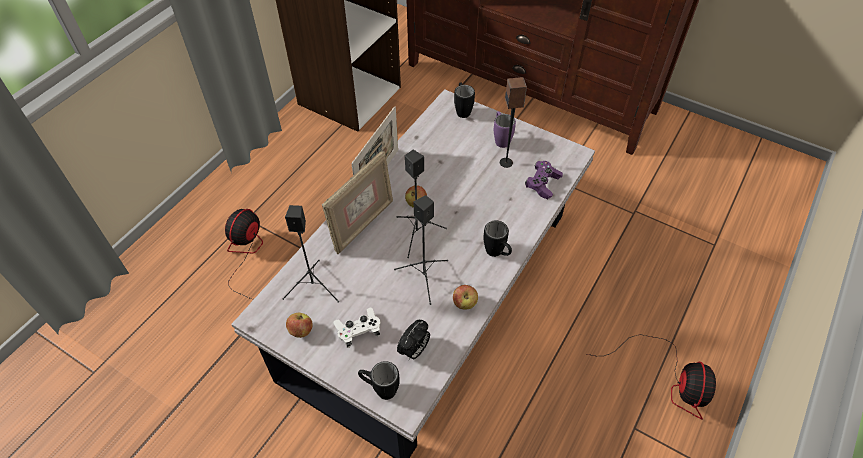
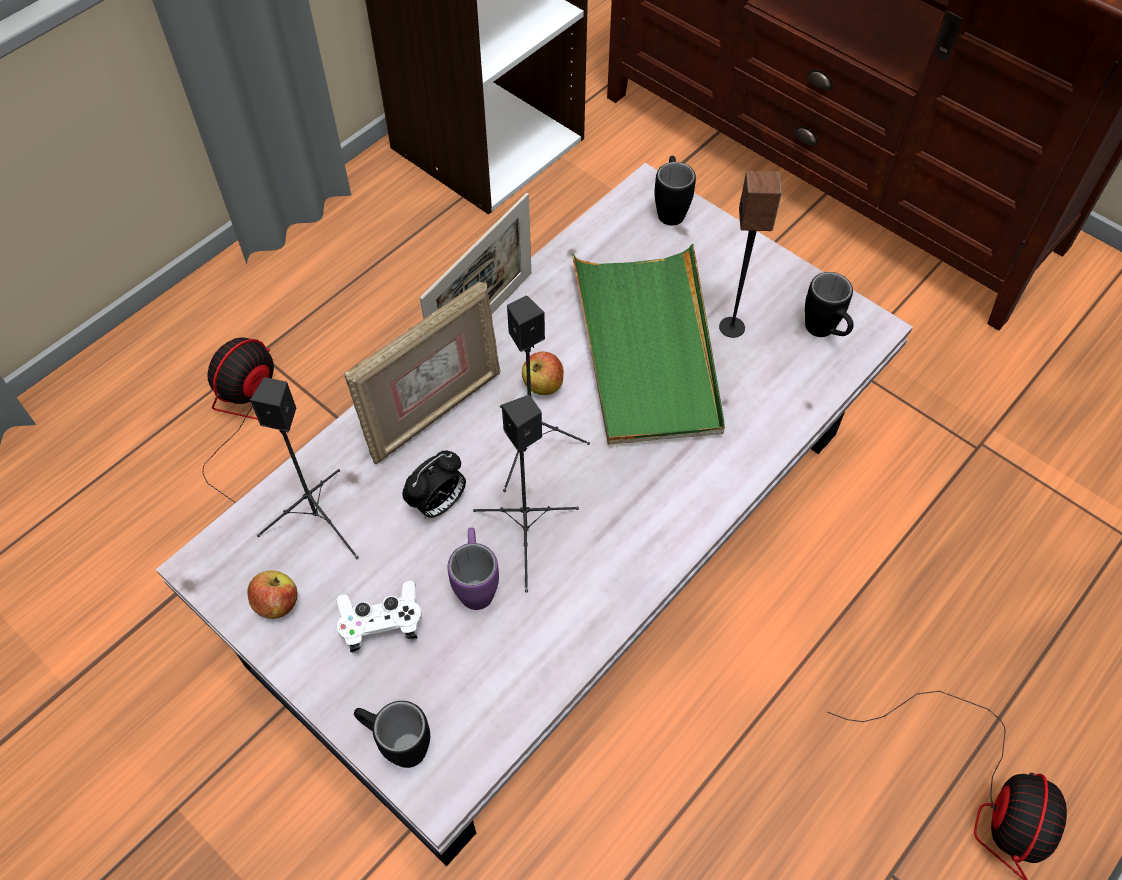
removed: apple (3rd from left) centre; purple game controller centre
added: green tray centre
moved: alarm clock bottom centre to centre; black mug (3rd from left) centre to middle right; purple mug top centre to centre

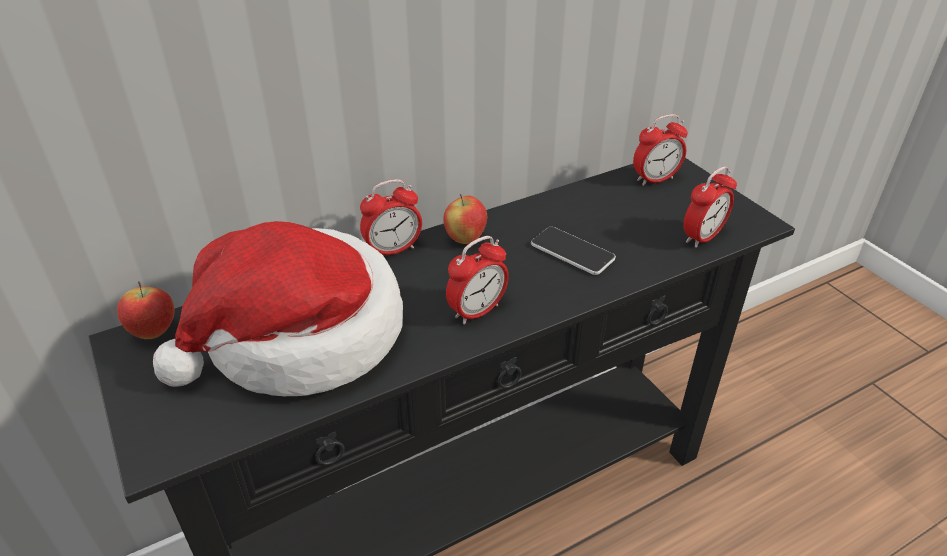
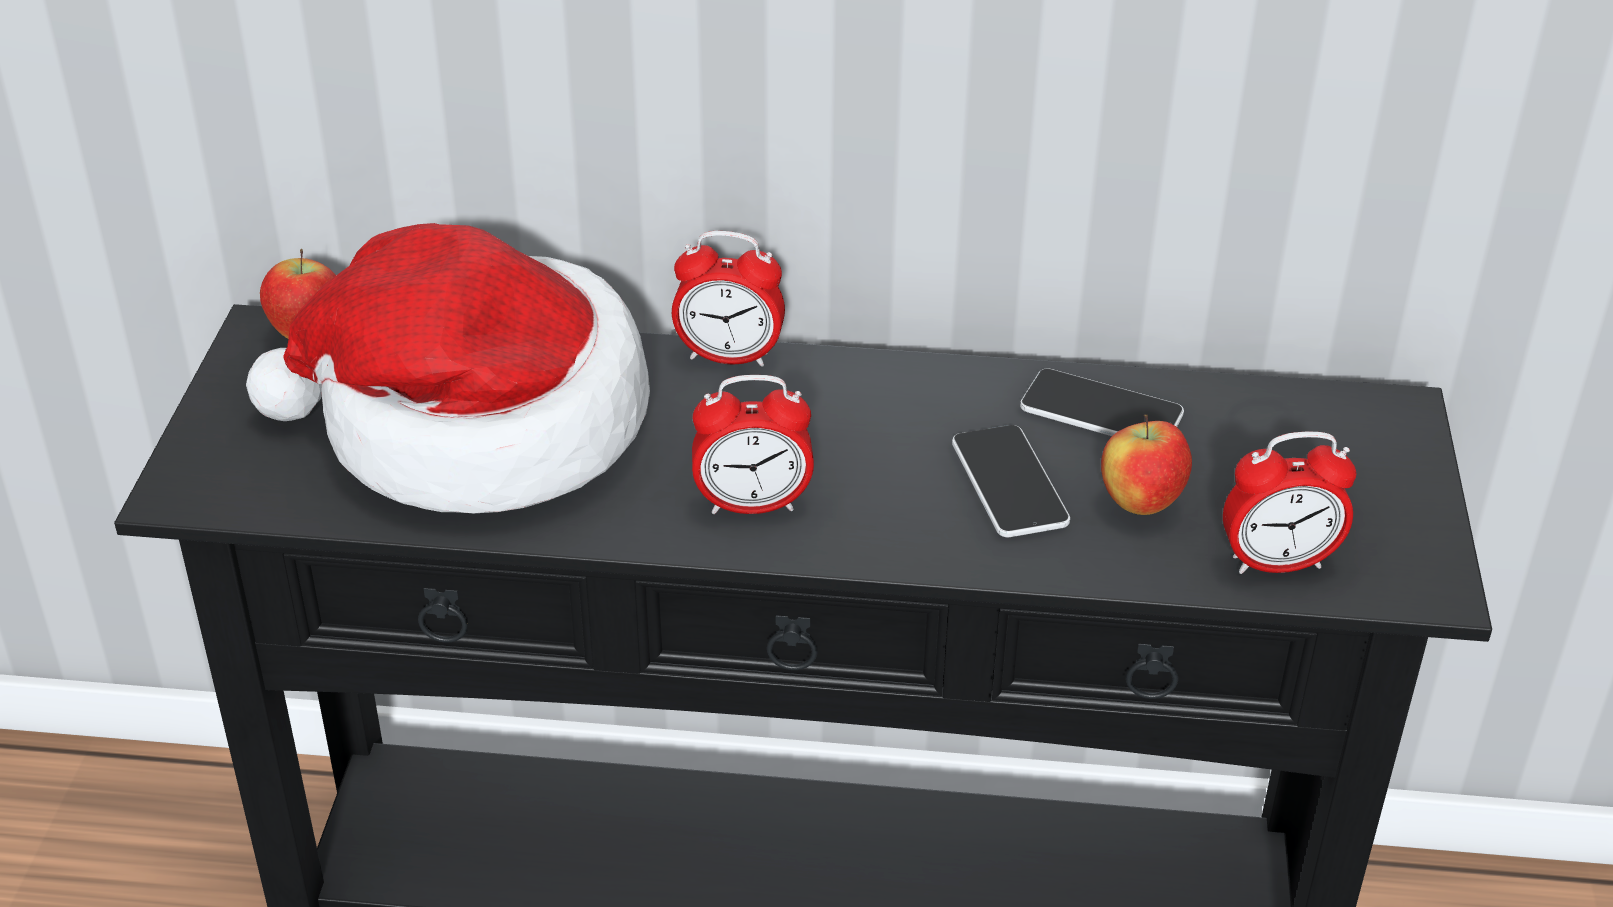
removed: alarm clock (3rd from left) top right
added: phone (2nd from left) middle right
moved: apple (2nd from left) centre to middle right

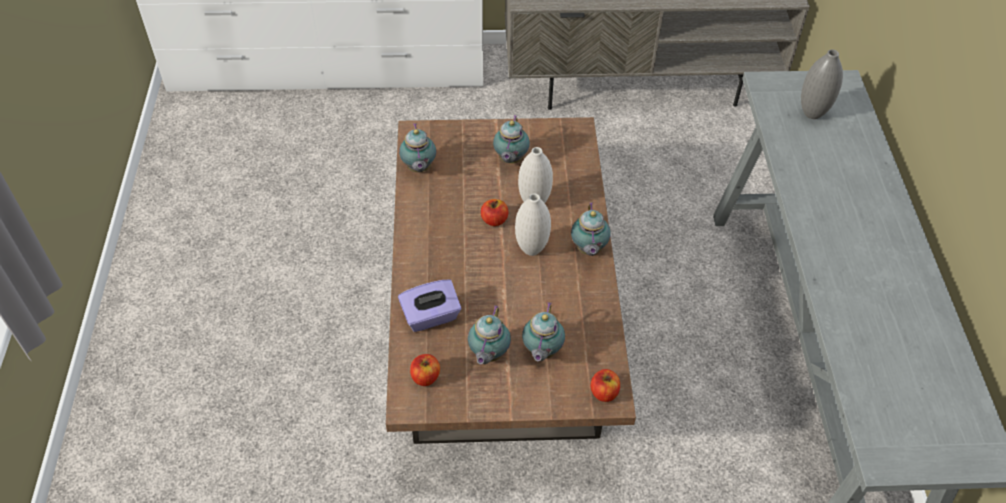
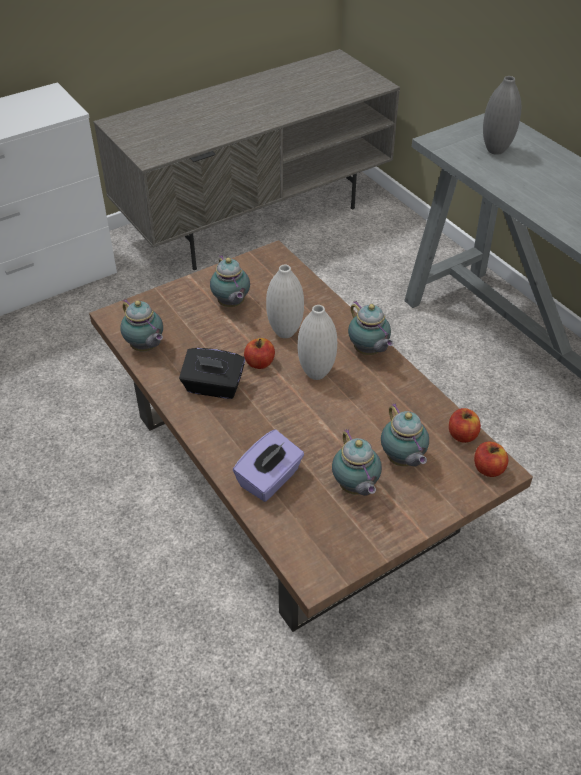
added: black tissue box centre
moved: apple (1st from left in the first image) bottom centre to apple (2nd from left) middle right

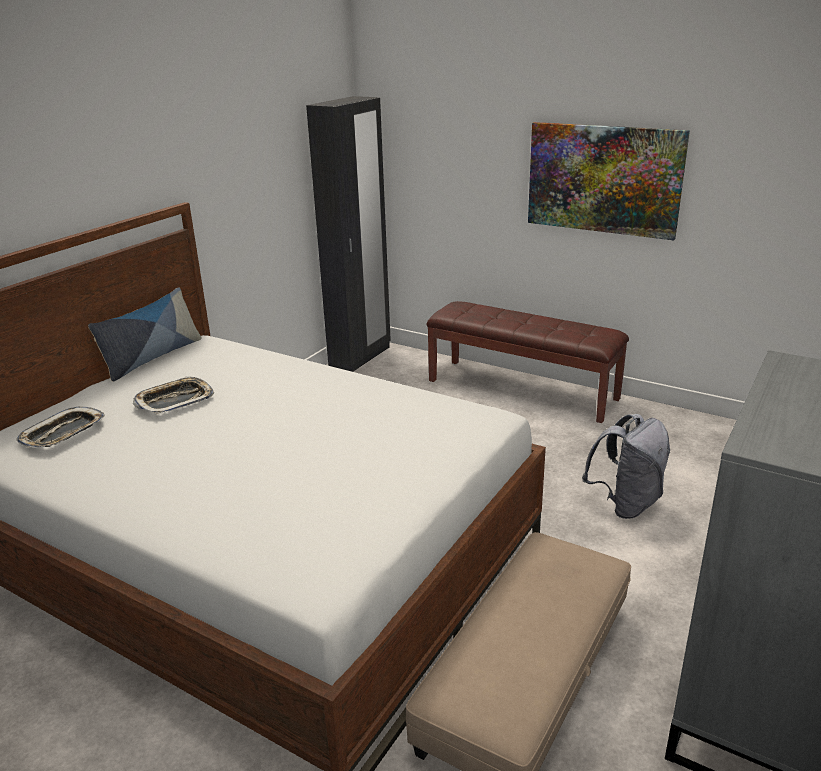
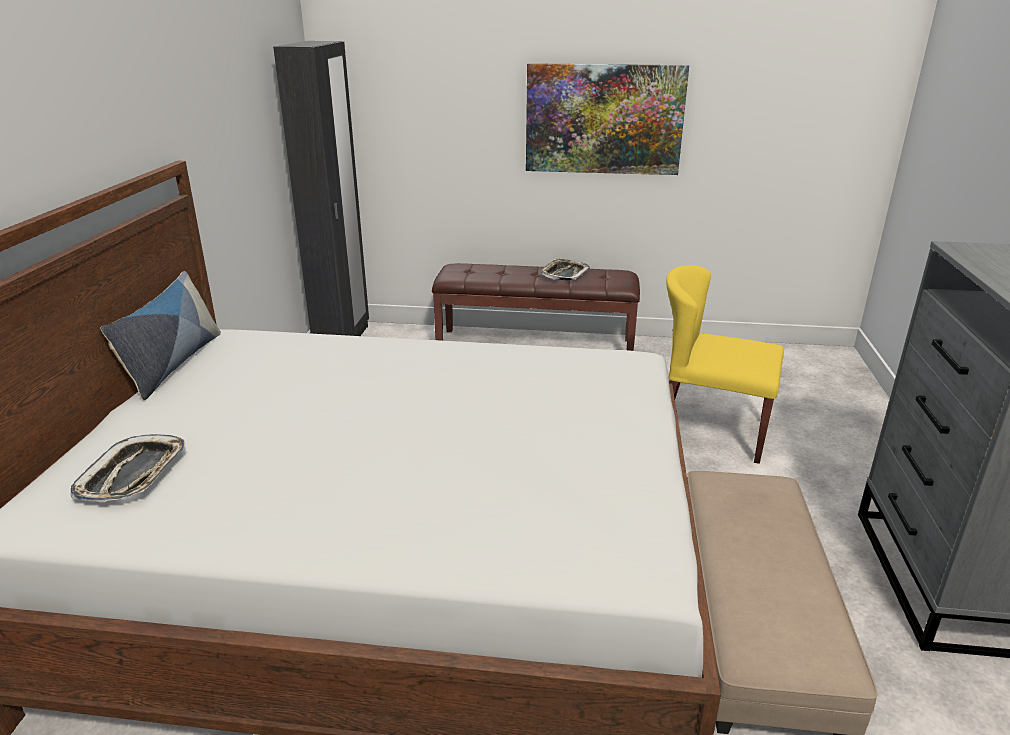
moved: tray (2nd from left) middle left to centre
replaced: grey backpack middle right to yellow chair middle right

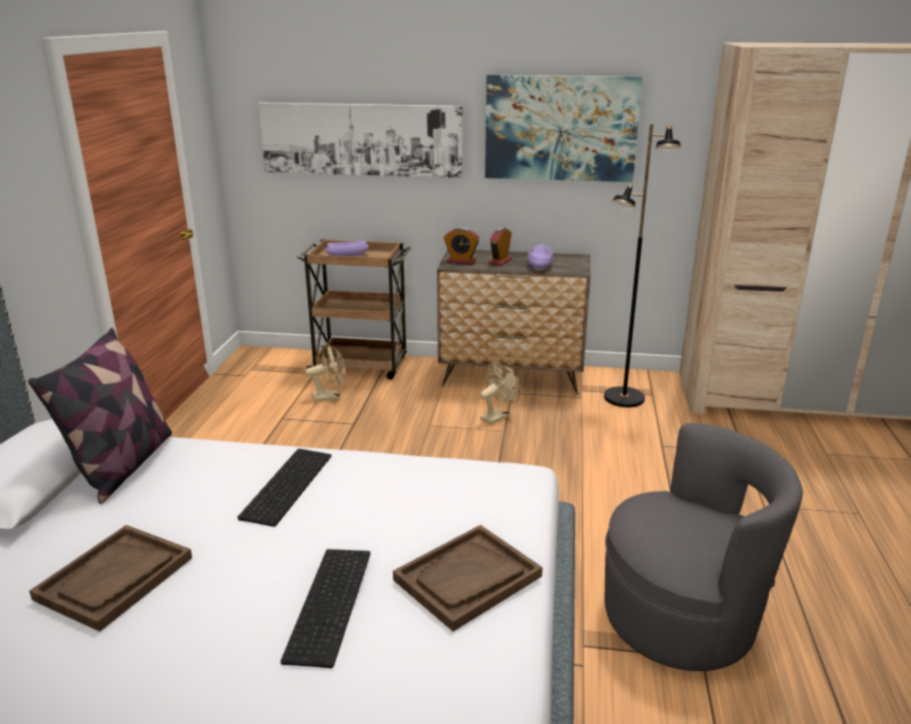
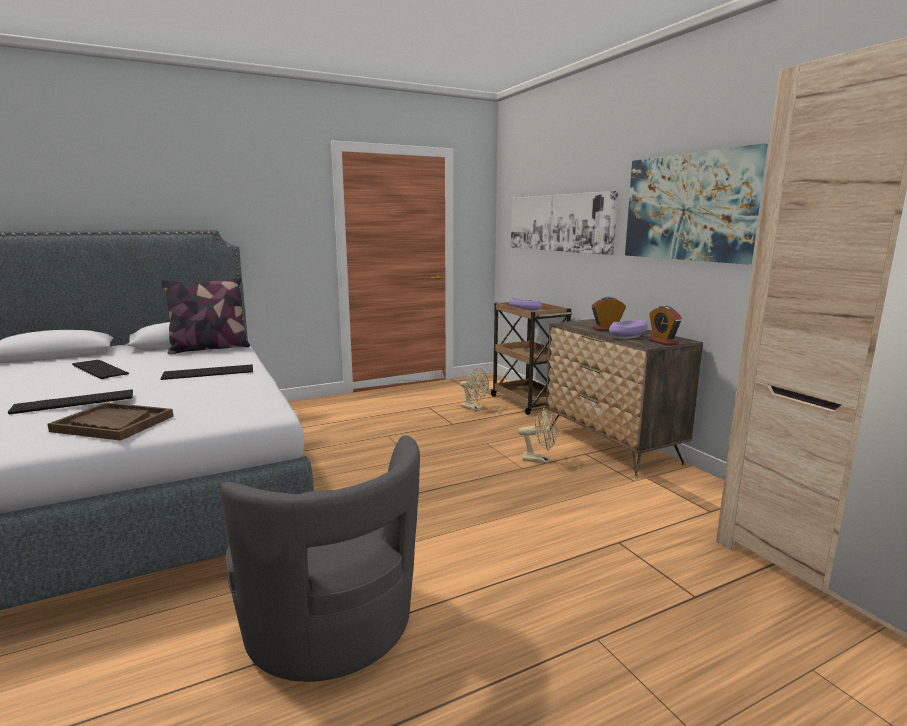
removed: black floor lamp middle right
moved: alarm clock (1st from left in the first image) centre to alarm clock (2nd from left) middle right
replaced: brown tray (1st from left) bottom left to keyboard (2nd from left) middle left

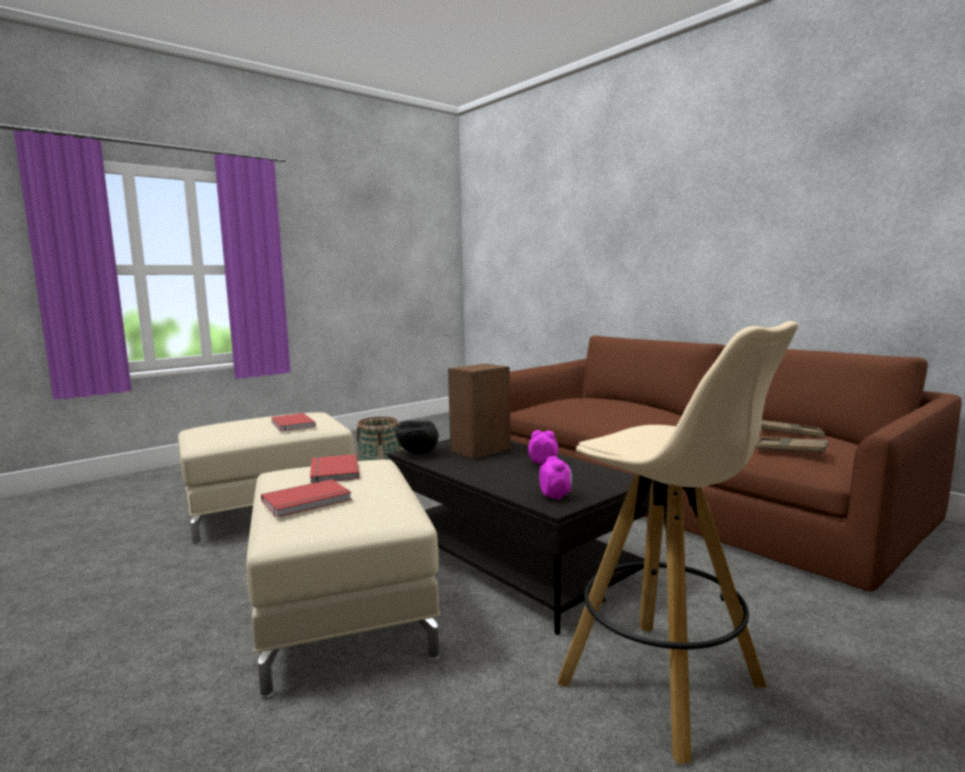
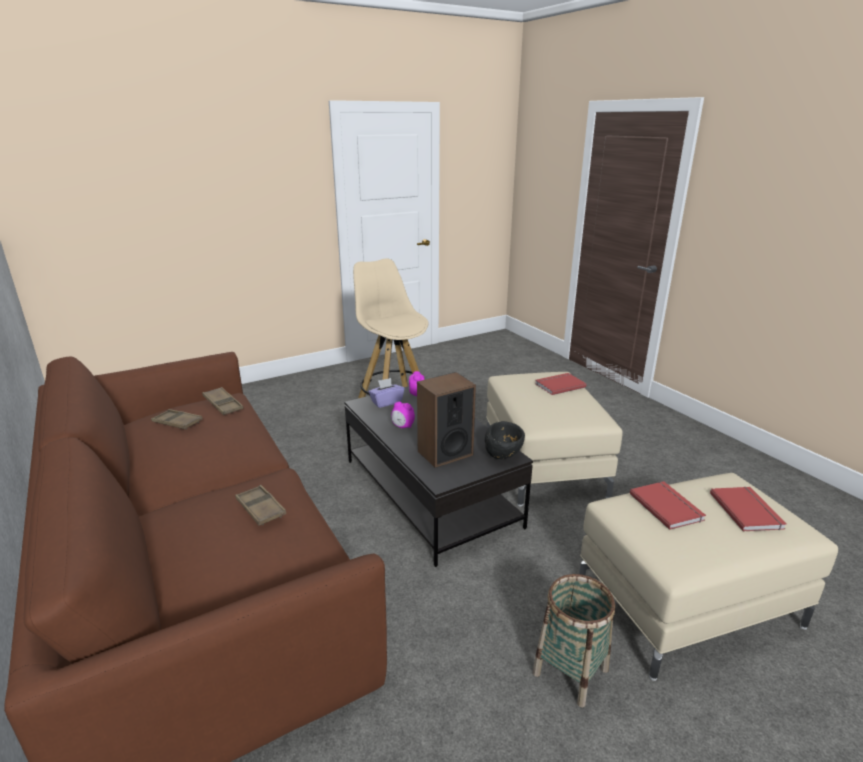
added: brown tray (3rd from left) middle left; purple tissue box centre
moved: red book (3rd from left) centre to bottom right

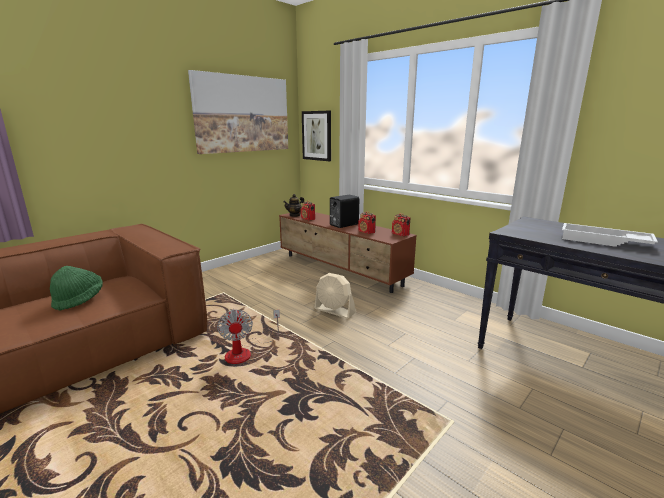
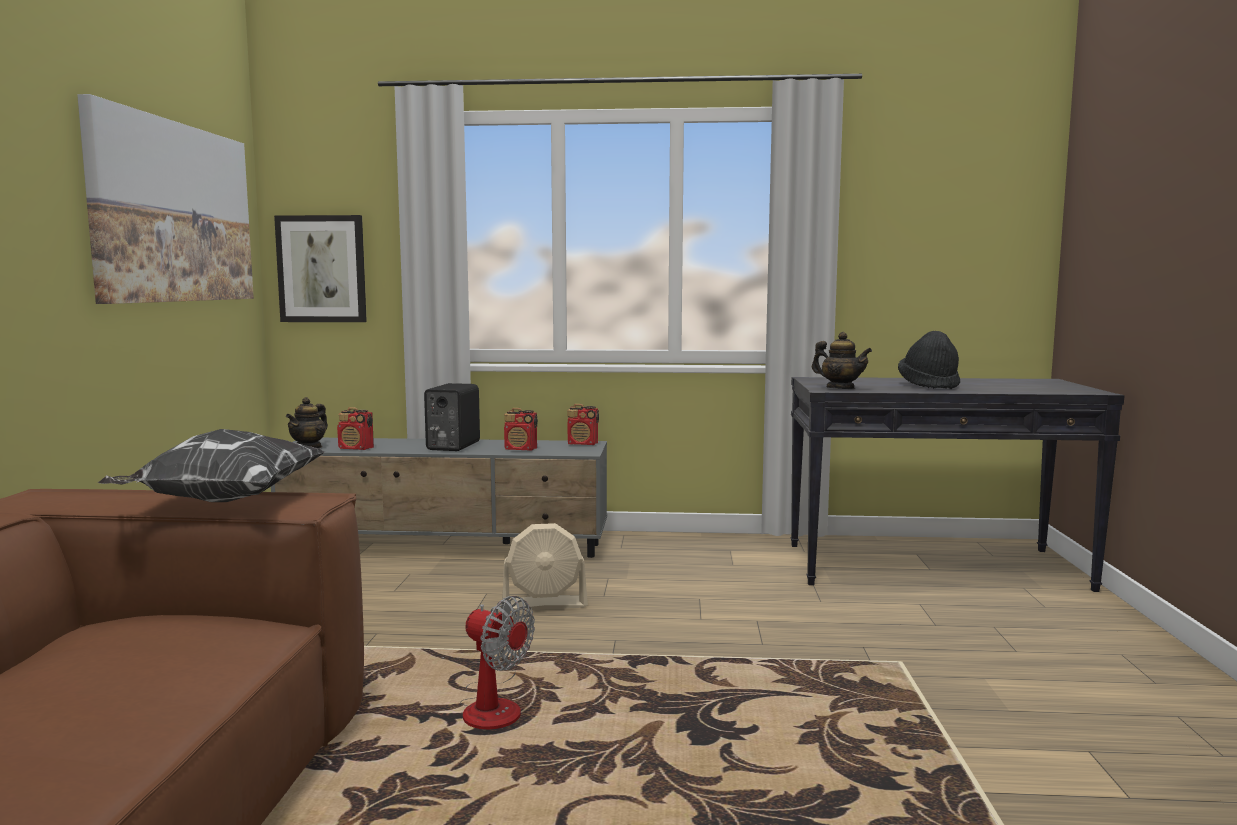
removed: green hat middle left
added: pillow middle left; teapot (2nd from left) middle right
replaced: white tray middle right to black hat middle right
recoloured: brown tv stand centre to grey tv stand centre

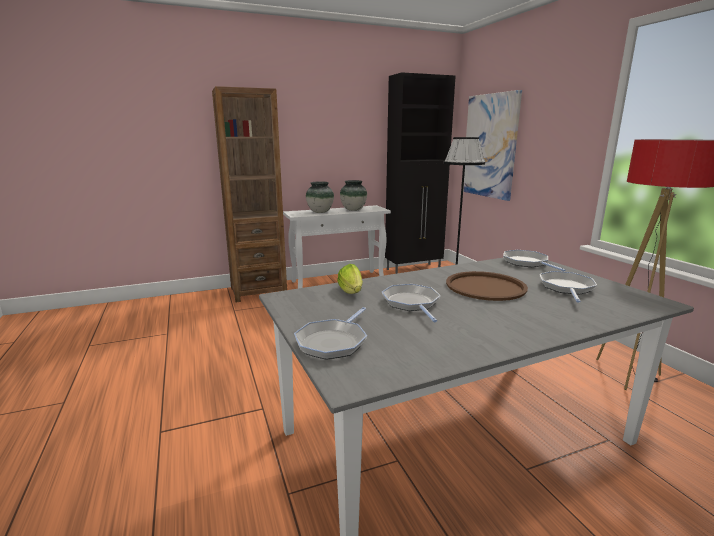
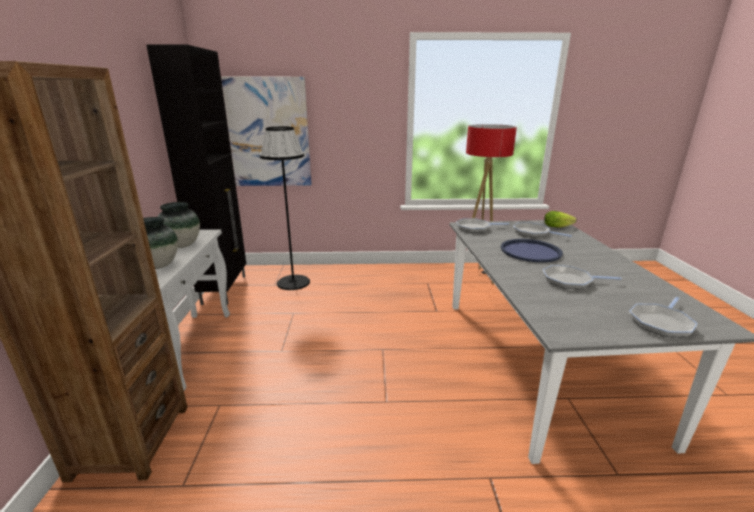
moved: lettuce centre to middle right
recoloured: brown tray middle right to blue tray middle right
turned: frying pan (1st from left in the first image) centre = middle right 90 degrees clockwise

